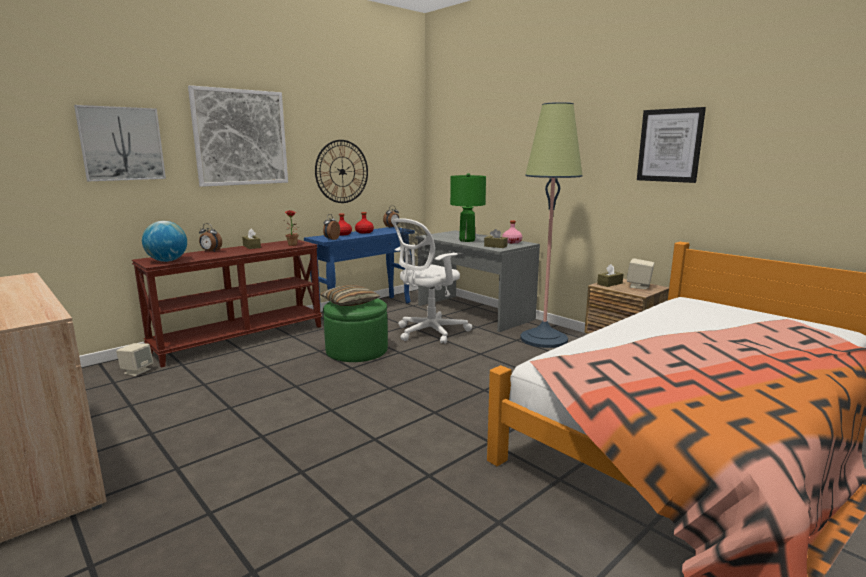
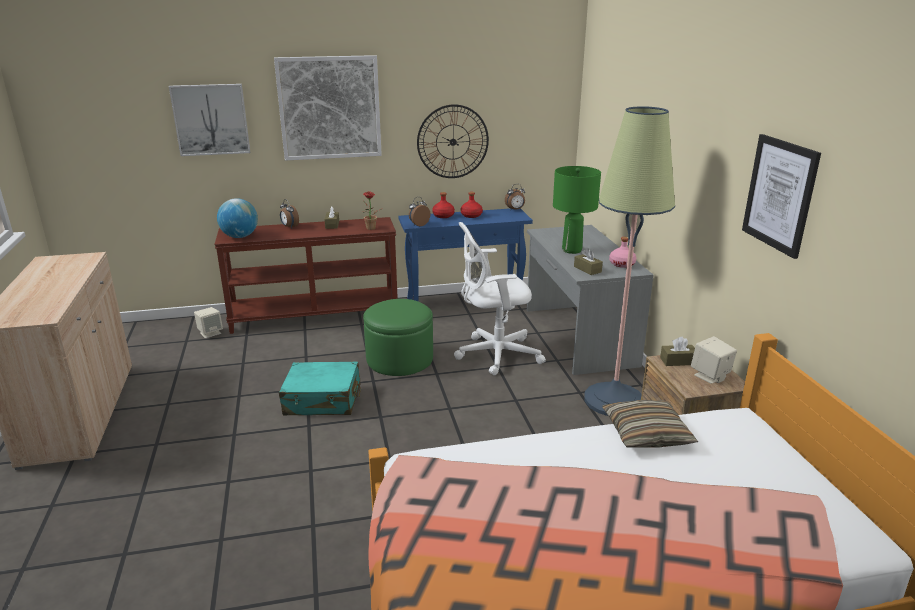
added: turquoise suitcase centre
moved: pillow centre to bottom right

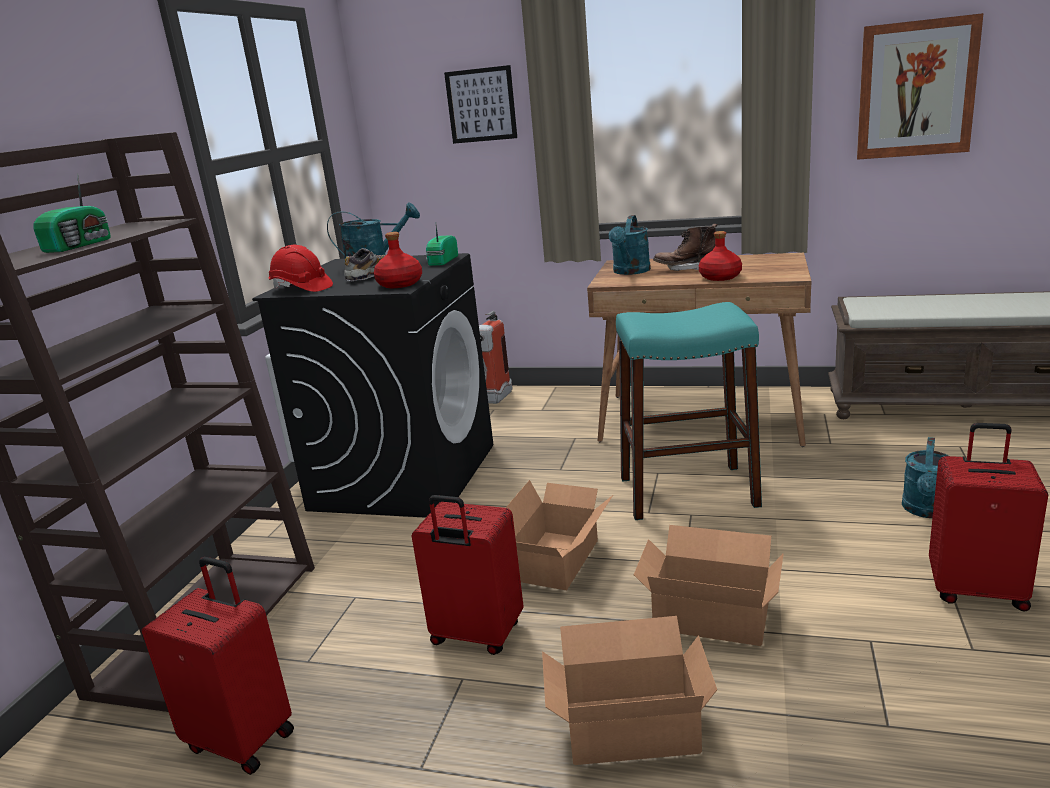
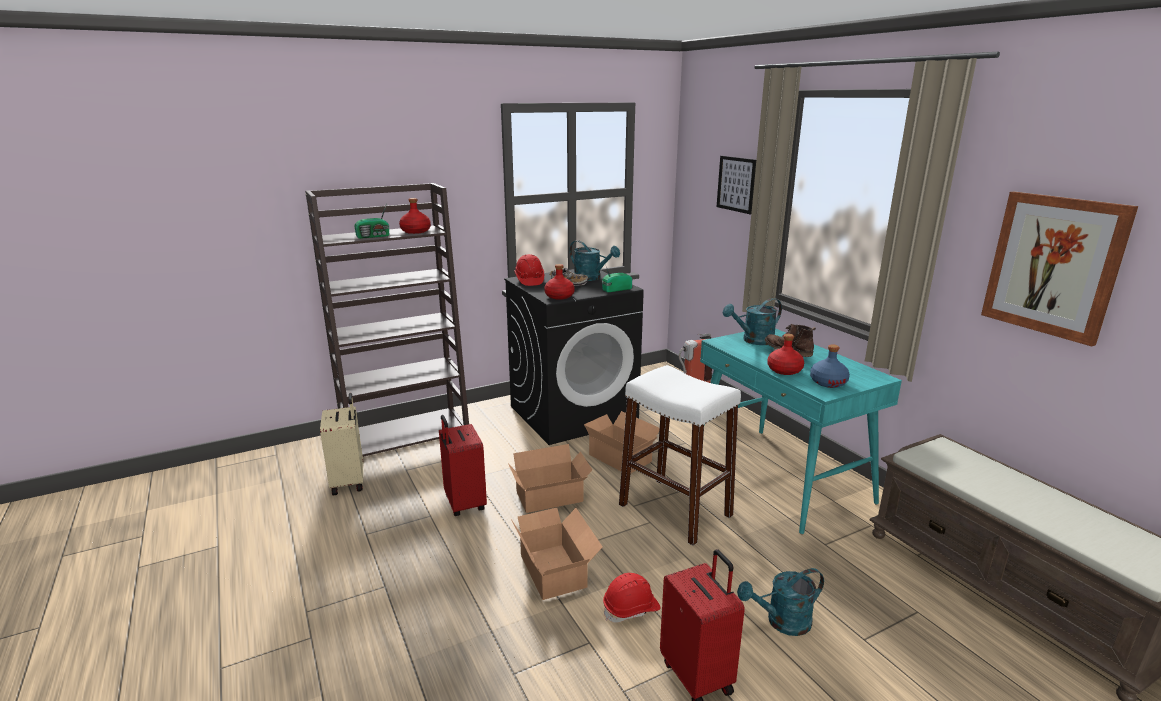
added: red bottle (1st from left) top centre; red hard hat (2nd from left) bottom centre; blue bottle middle right
moved: cardboard box (2nd from left in the first image) bottom centre to cardboard box (3rd from left) centre
recoloured: red suitcase (1st from left) bottom left to beige suitcase middle left; brown desk centre to turquoise desk middle right; turquoise stool centre to white stool centre

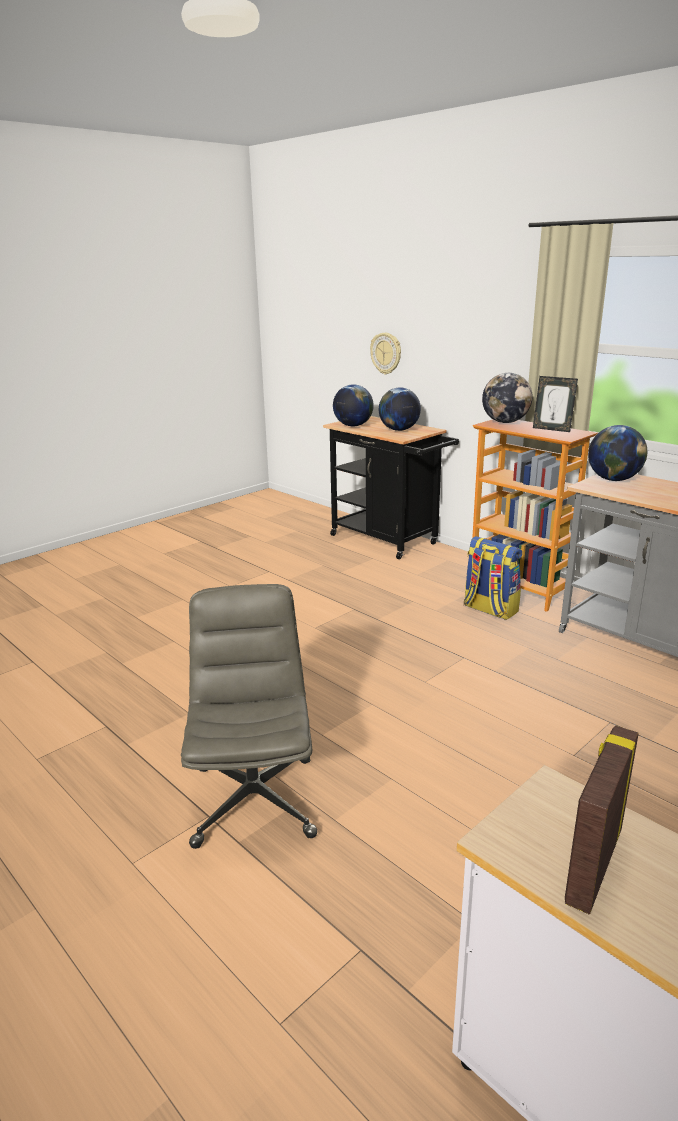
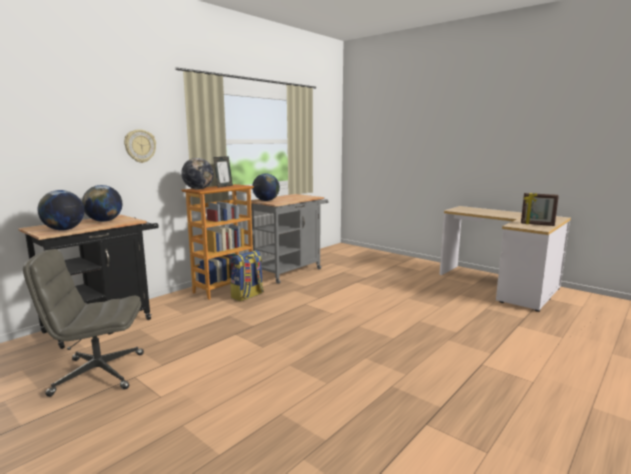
moved: grey office chair centre to bottom left; wall clock top centre to top left

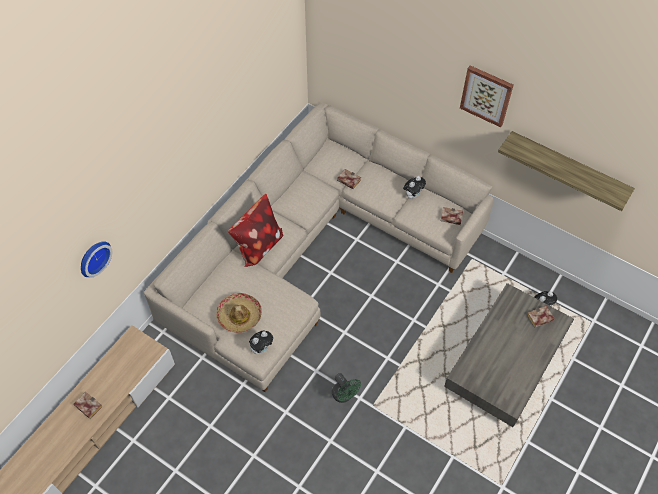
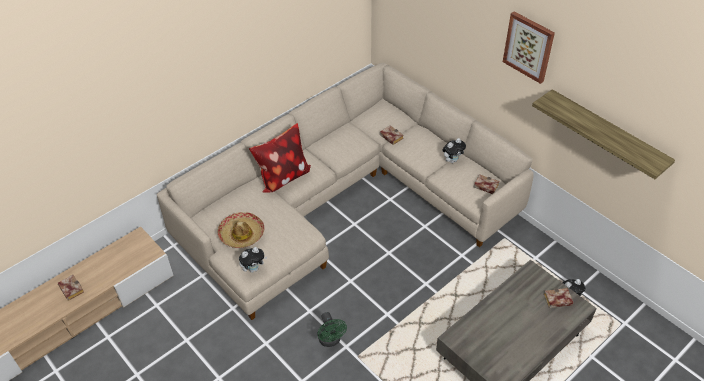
removed: wall clock middle left

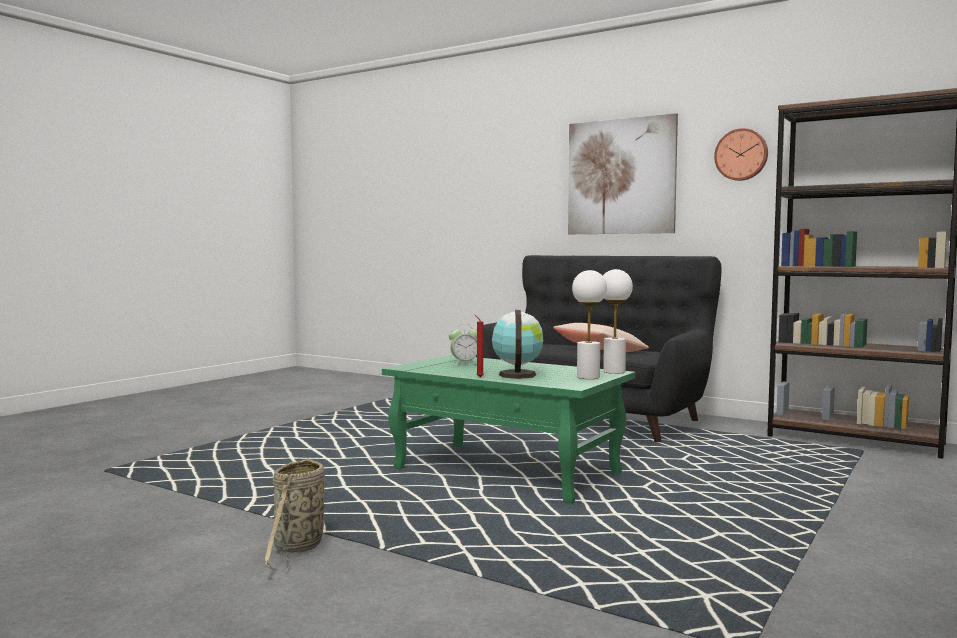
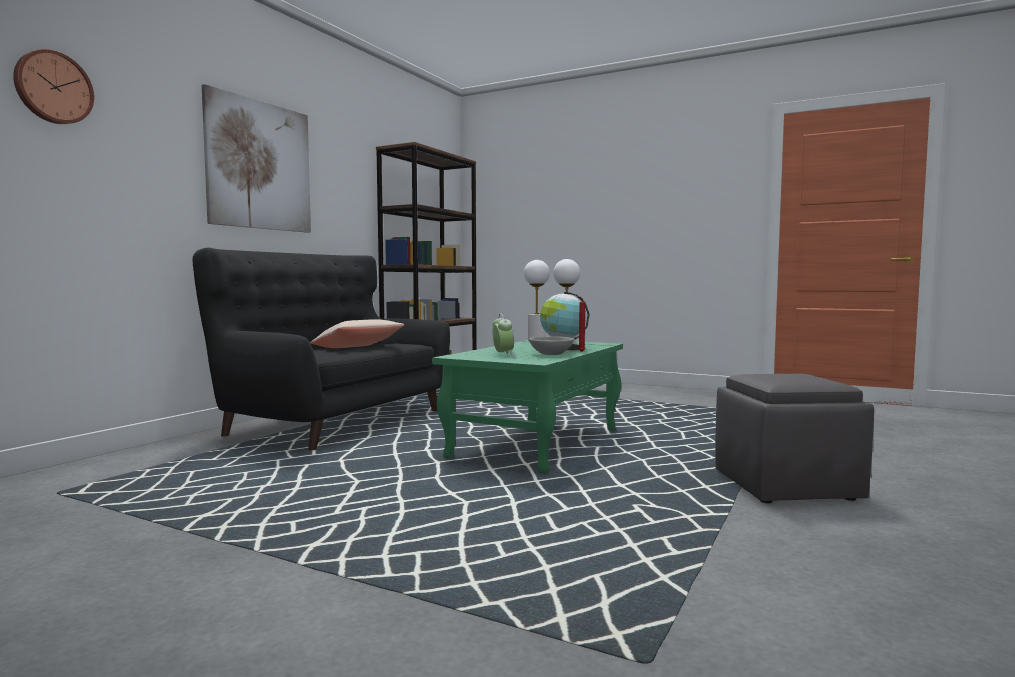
added: grey bowl centre
moved: wall clock top right to top left
replaced: basket bottom left to grey ottoman middle right

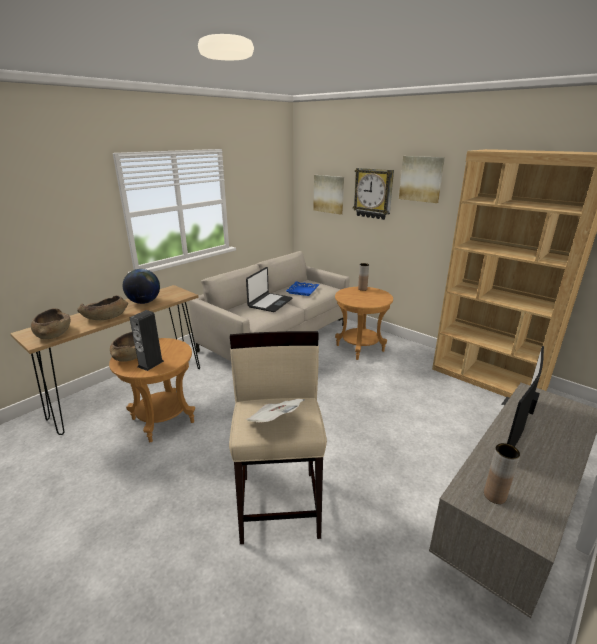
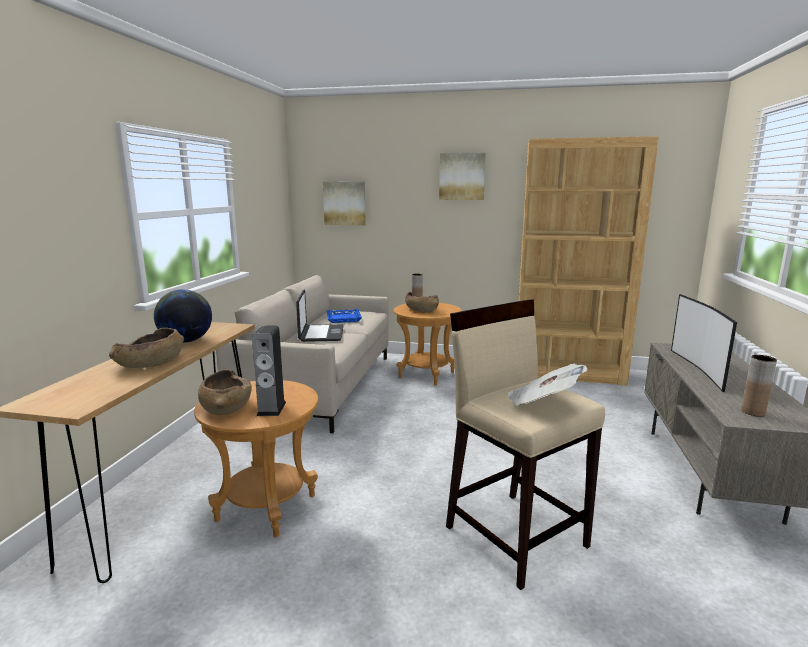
removed: wall clock top centre
moved: brown bowl (1st from left in the first image) middle left to brown bowl (3rd from left) centre

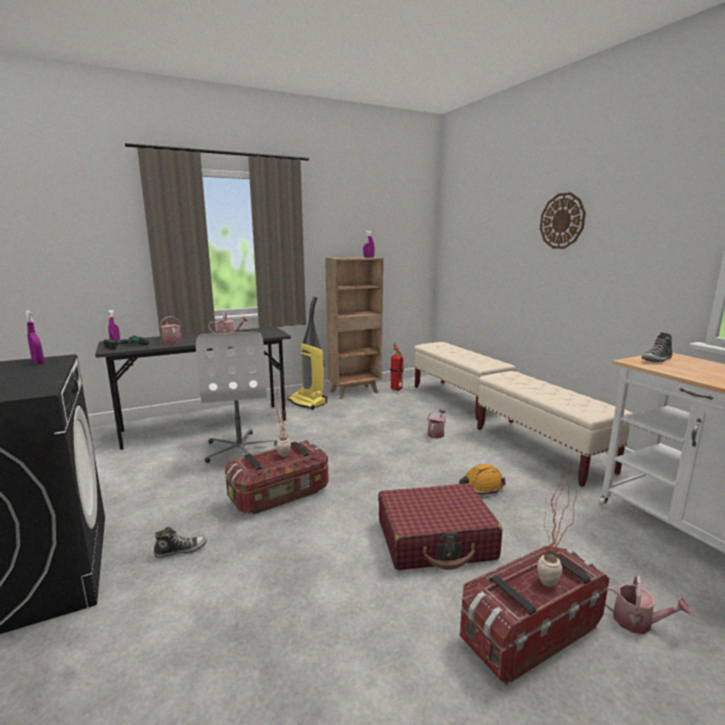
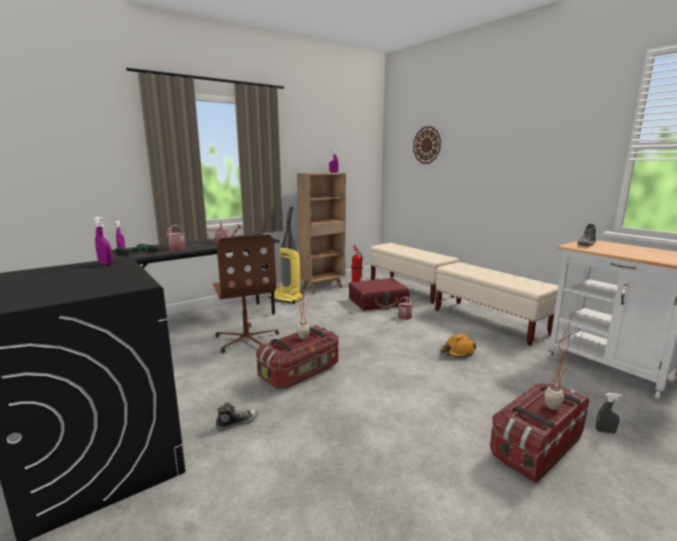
moved: red suitcase bottom centre to centre; wall clock top right to top centre
replaced: watering can (4th from left) bottom right to grey spray bottle bottom right
recoloured: white office chair middle left to brown office chair centre

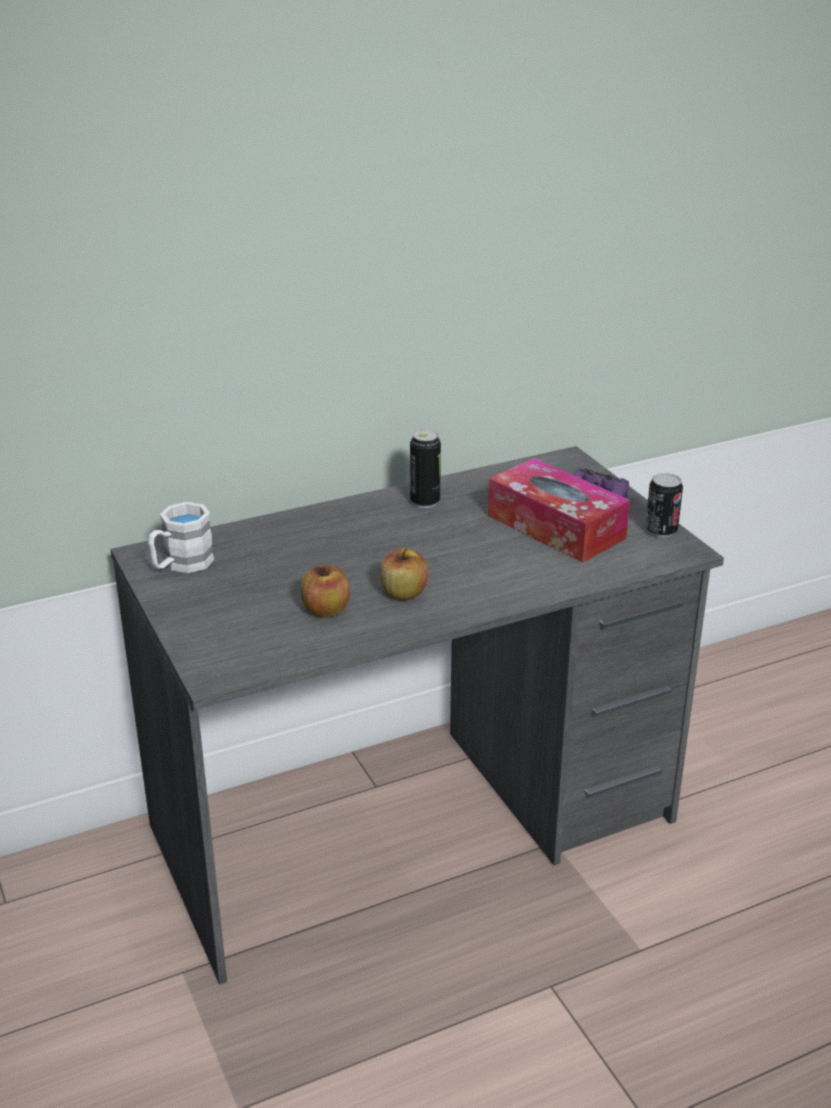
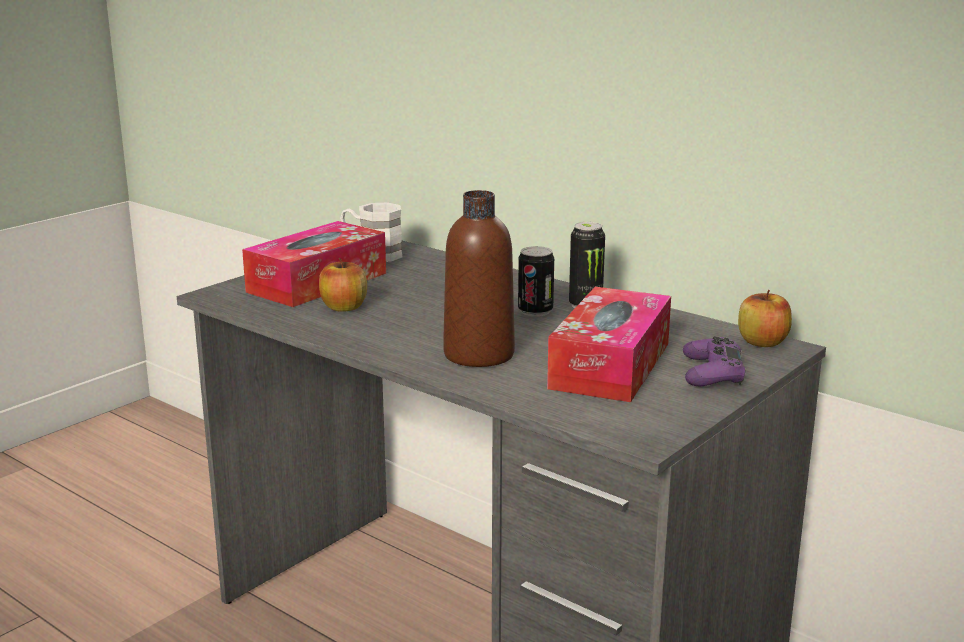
added: tissue box (1st from left) middle left; brown bottle centre
moved: apple (2nd from left) centre to middle right; can (2nd from left in the first image) middle right to can (1st from left) centre

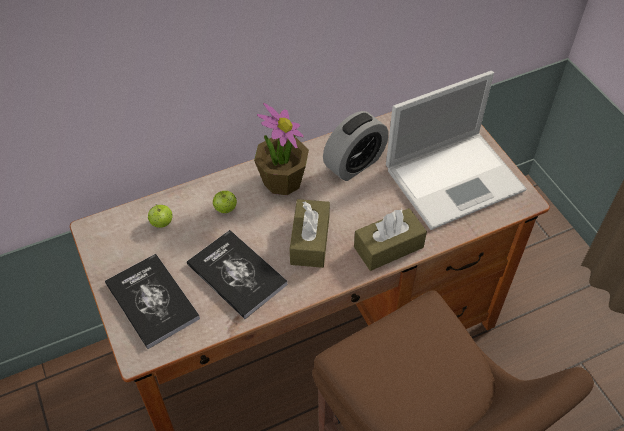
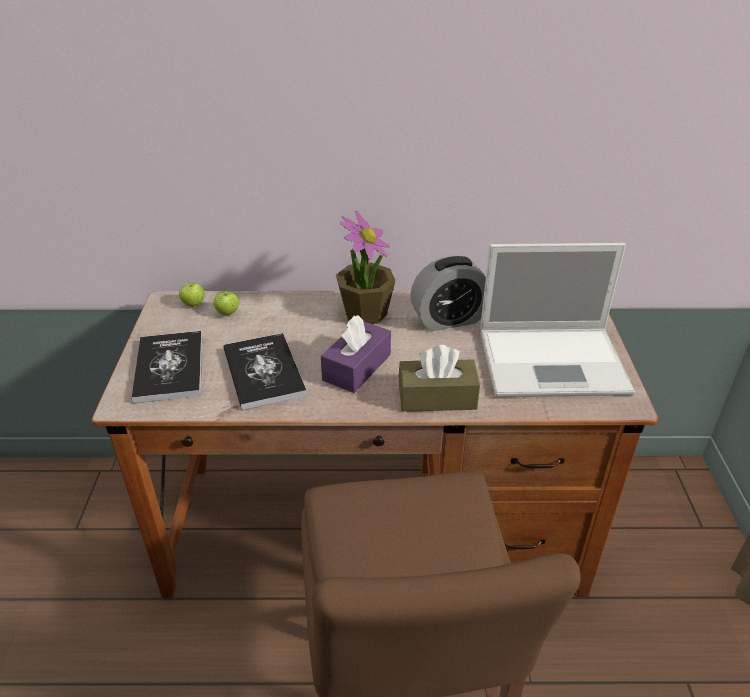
moved: apple (2nd from left in the first image) centre to apple (1st from left) middle left
recoloured: brown tissue box (1st from left) centre to purple tissue box centre

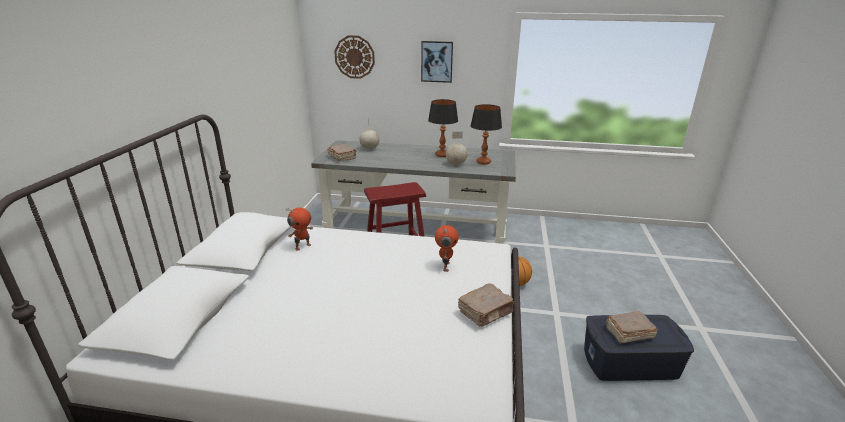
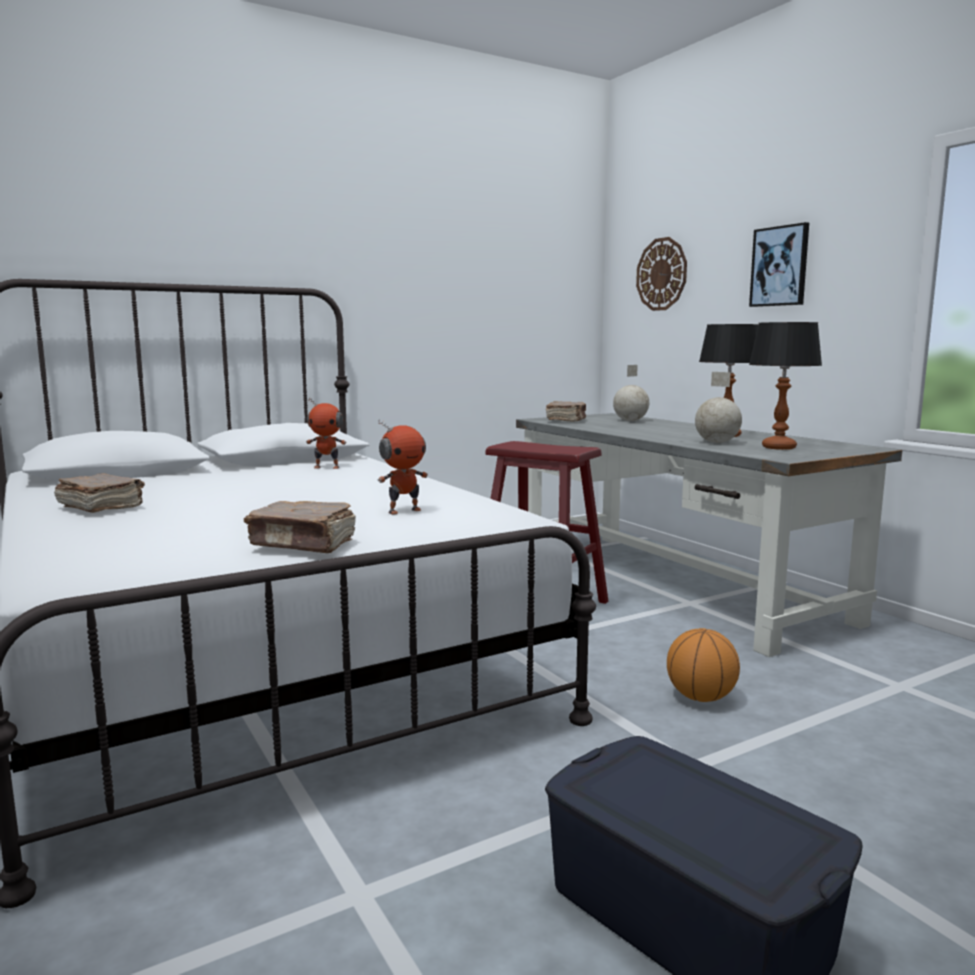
moved: brown book (3rd from left in the first image) bottom right to brown book (1st from left) middle left

